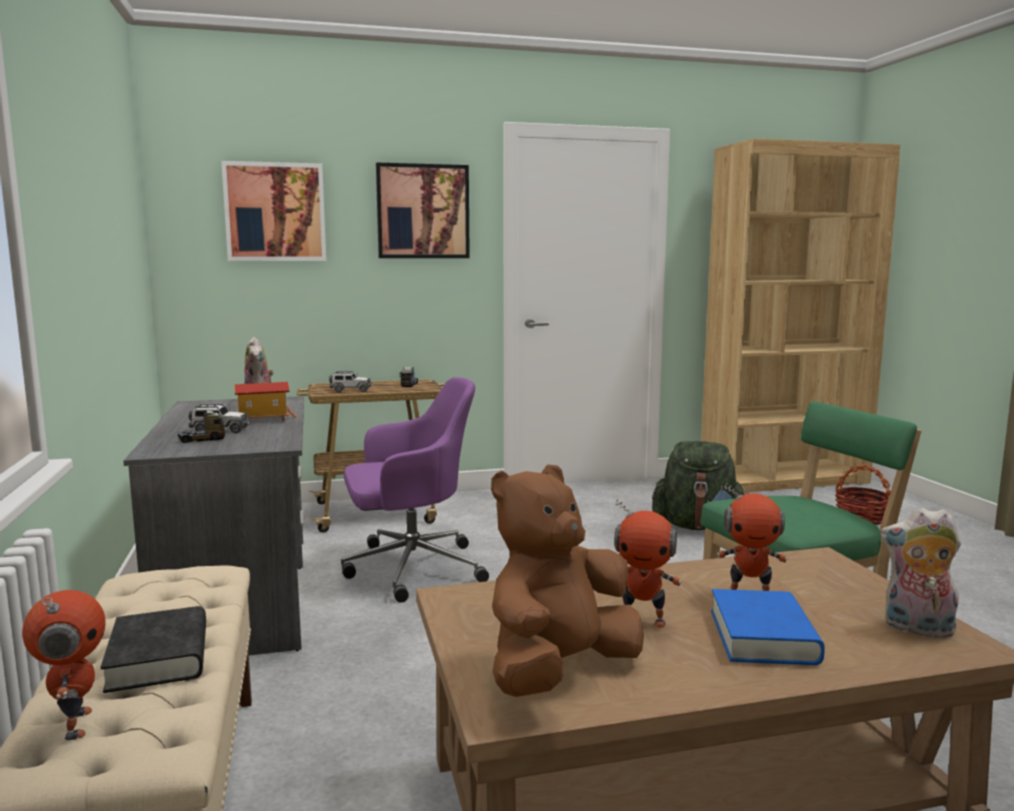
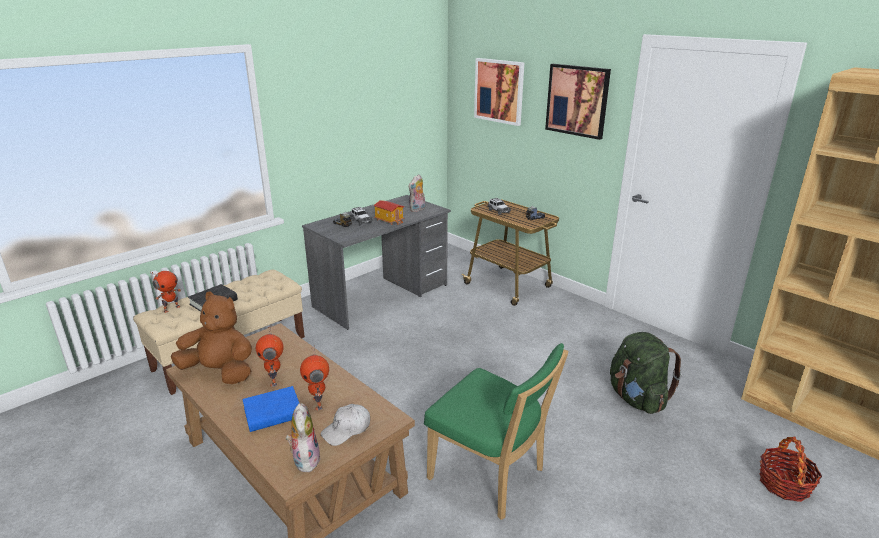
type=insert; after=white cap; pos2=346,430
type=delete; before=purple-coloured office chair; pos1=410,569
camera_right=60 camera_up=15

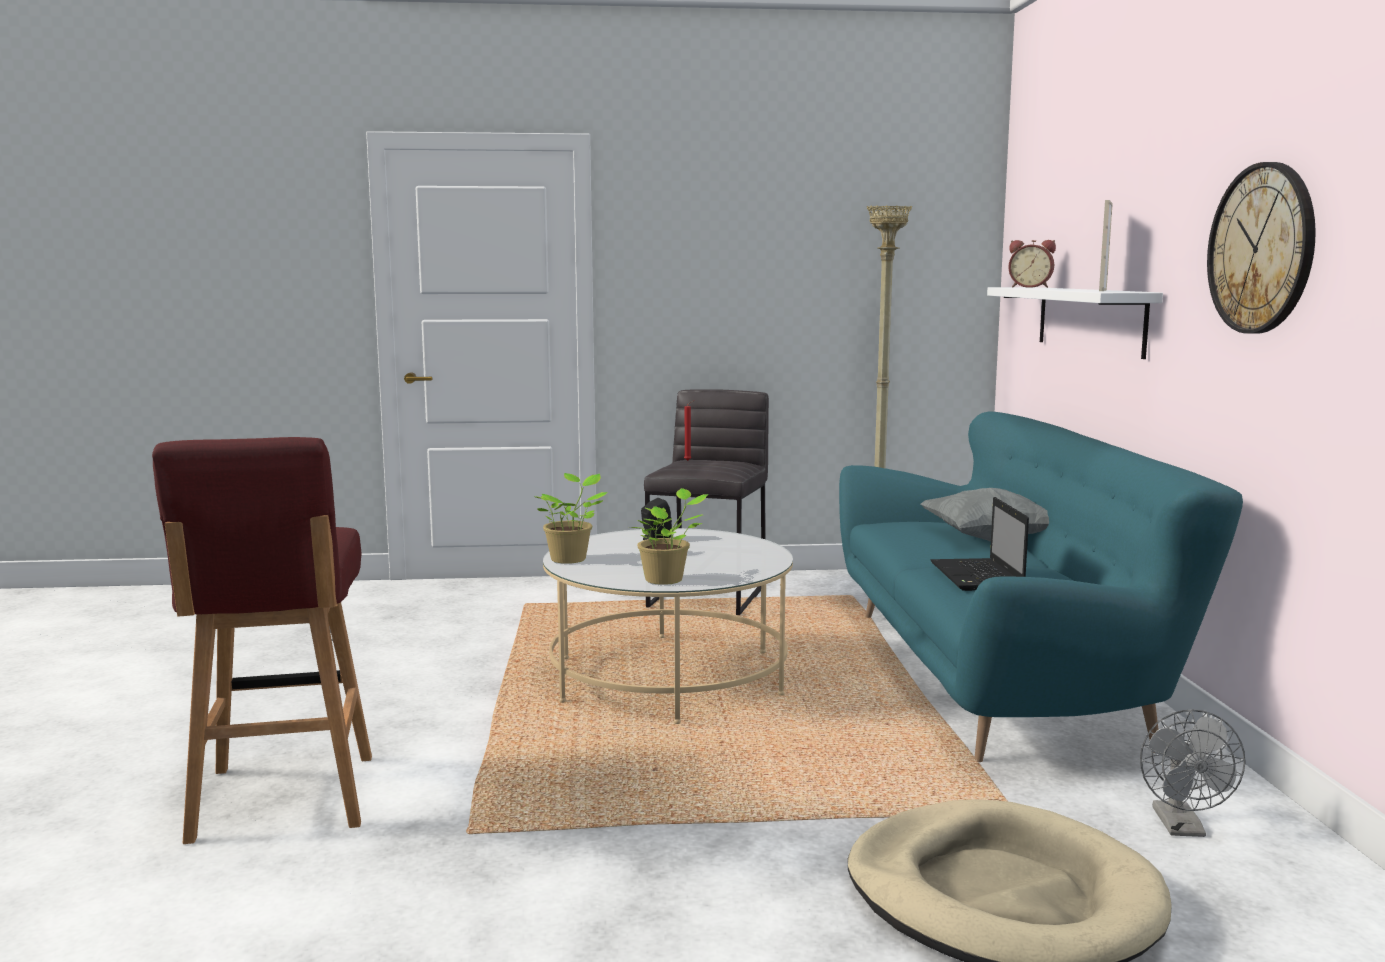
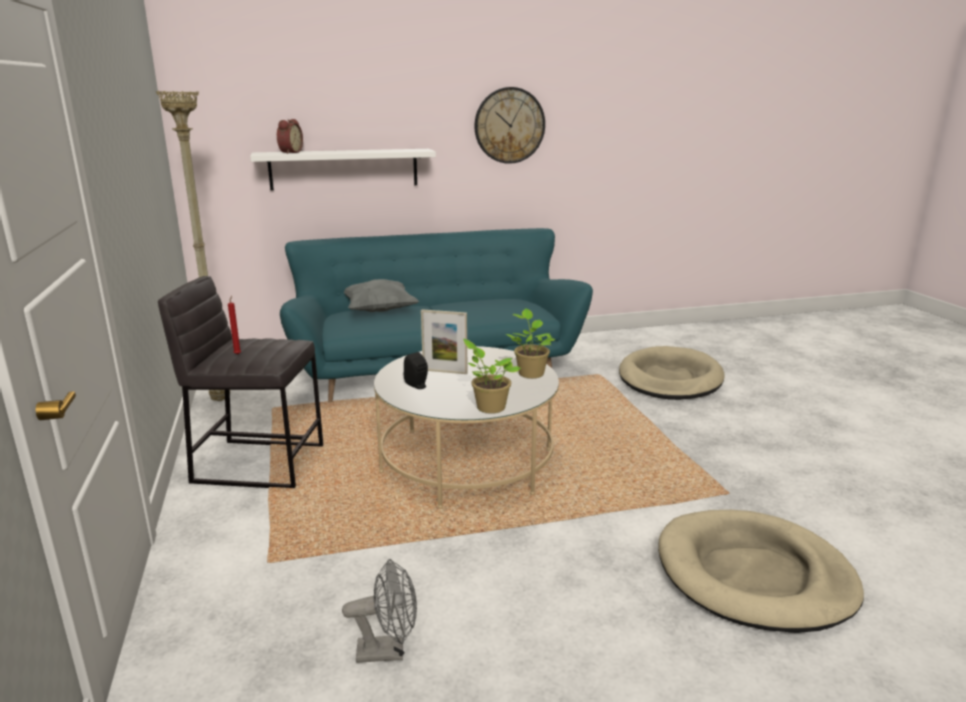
type=move; before=greyish cooling fan; pos1=1182,828; pos2=388,651
type=move; before=standing frame; pos1=1102,290; pos2=445,371
type=replace; before=red-coloured stool; after=beige-coloured pet bed; pos1=283,800; pos2=754,576
type=delete; before=laptop; pos1=978,577
camera_right=-100 camera_up=10

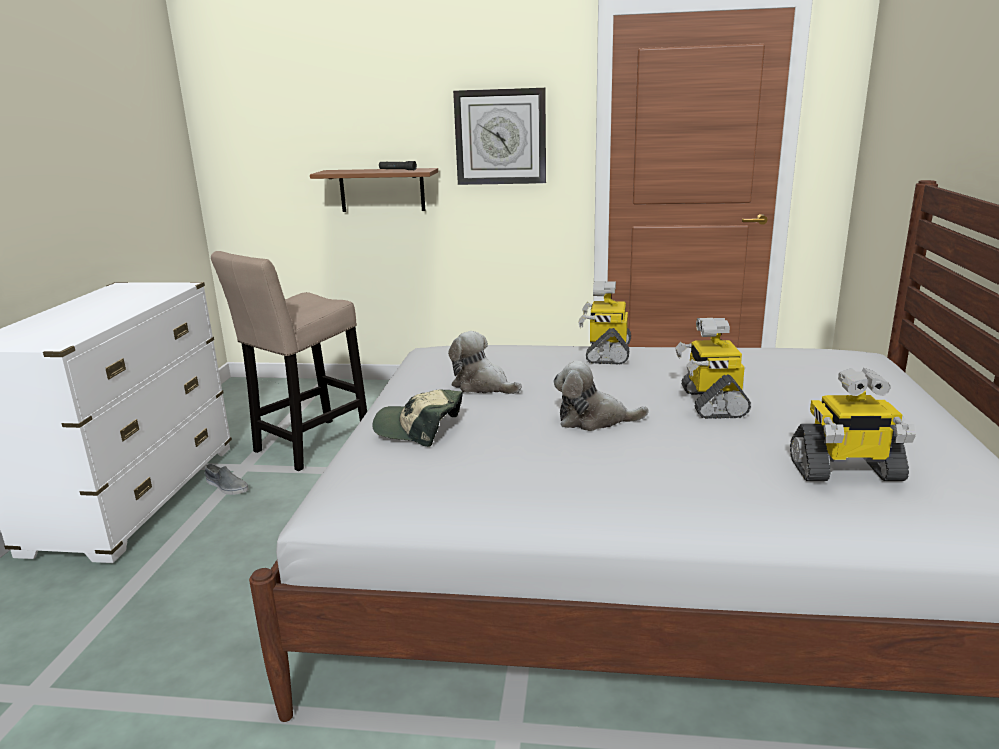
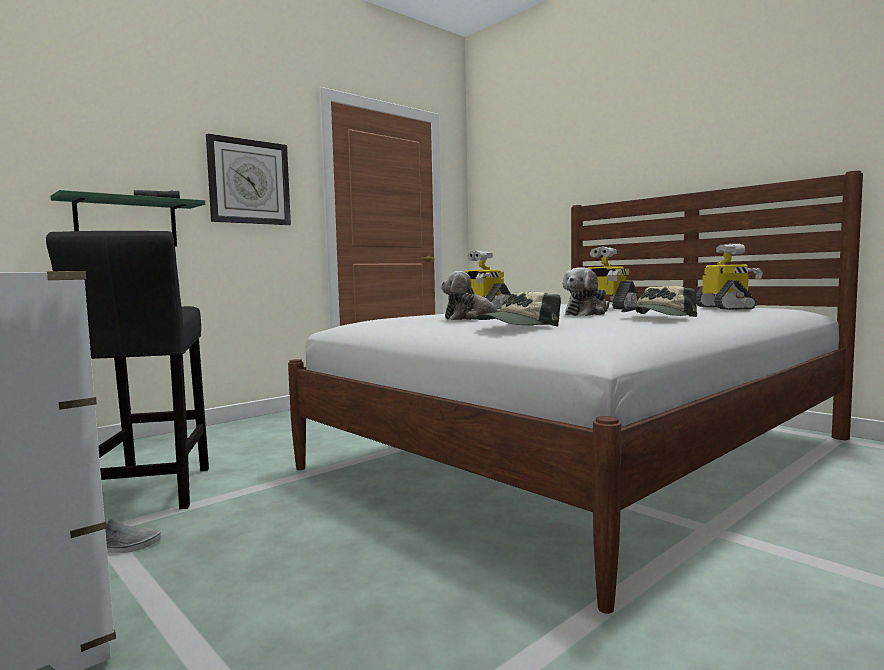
type=recolor; before=beige-coloured stool; after=blackish stool; pos1=307,446; pos2=150,494
type=recolor; before=brownish shelf; after=greenish shelf; pos1=382,190; pos2=127,223
type=insert; after=cap; pos2=657,317
type=rotate; before=robot figure; pos1=845,471; pos2=725,308; turn=-45
camera_right=-50 camera_up=-15

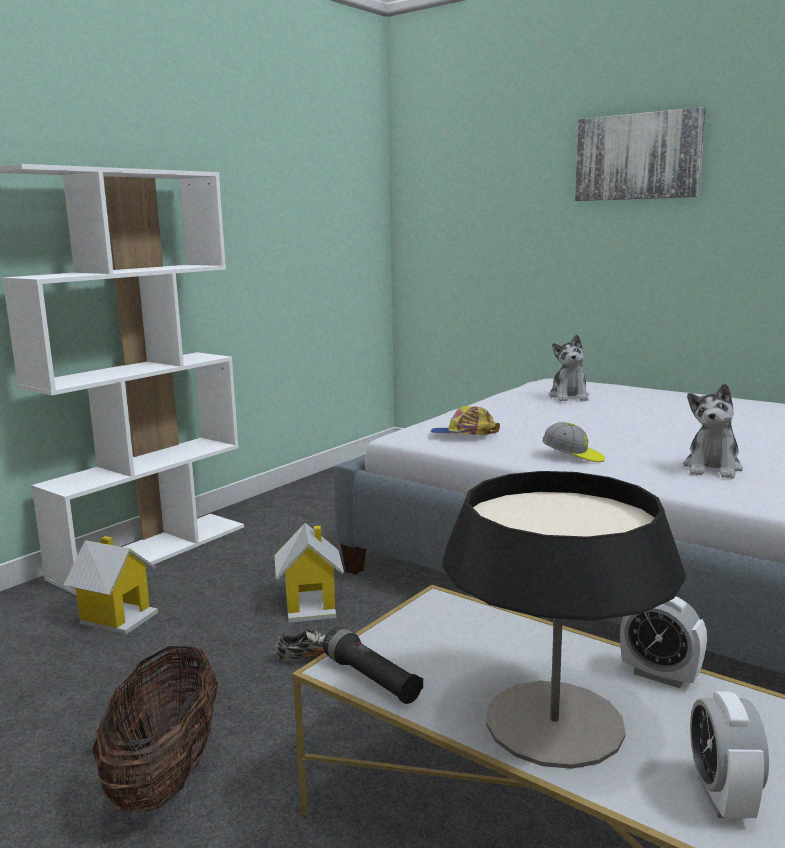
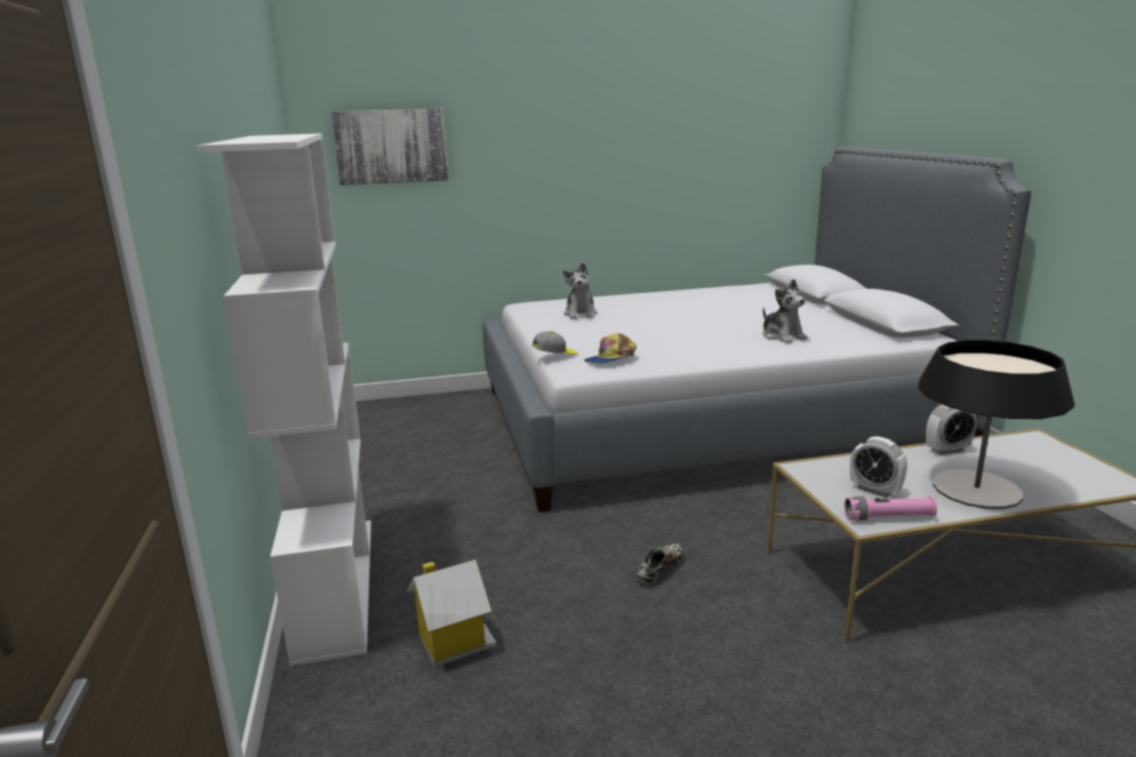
type=move; before=wall picture; pos1=638,157; pos2=391,146
type=move; before=cap; pos1=573,456; pos2=555,355
type=rotate; before=cuddly toy; pos1=569,396; pos2=580,314; turn=45
type=recolor; before=blackish flashlight; after=pink-coloured flashlight; pos1=371,679; pos2=888,518
type=move; before=table clock; pos1=722,797; pos2=875,490
type=delete; before=storage basket; pos1=165,775
type=delete; before=toy house; pos1=311,605
camera_right=-50 camera_up=5

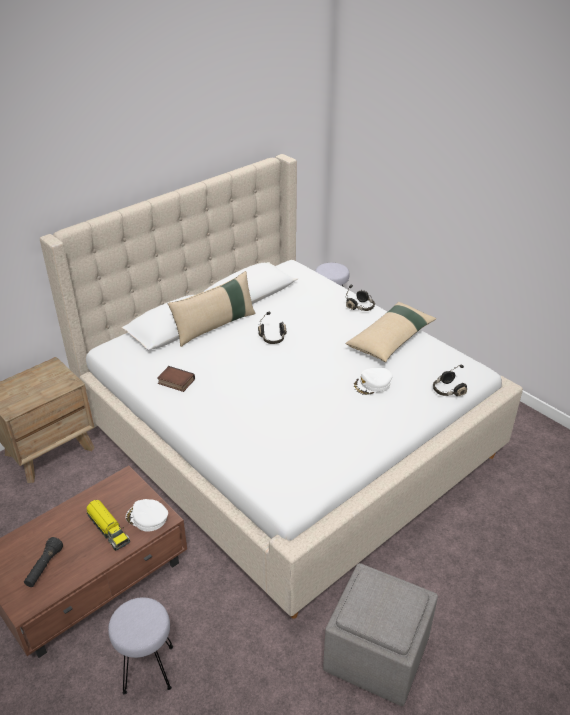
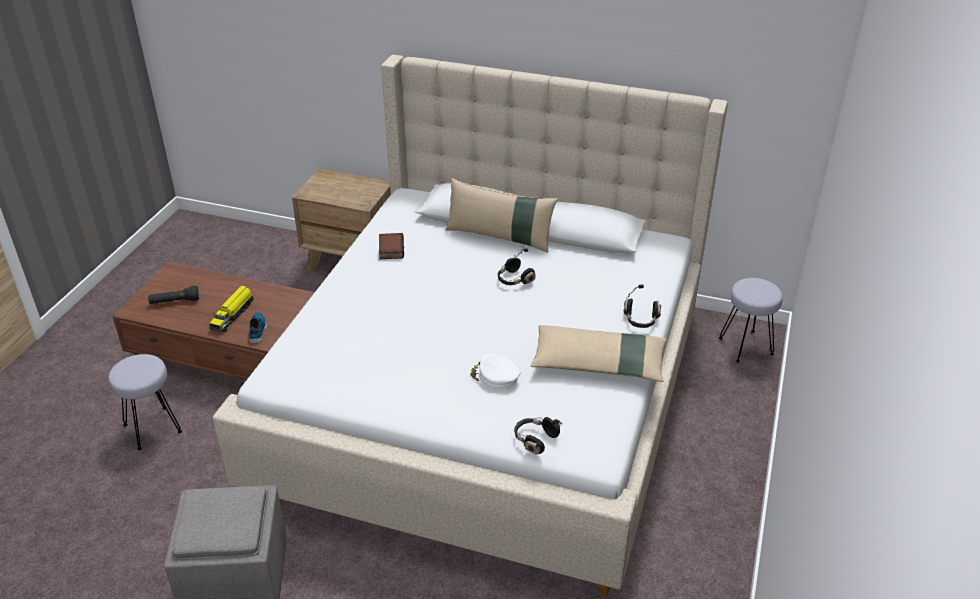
type=replace; before=white cap; after=shoe; pos1=147,518; pos2=258,330
camera_right=60 camera_up=0

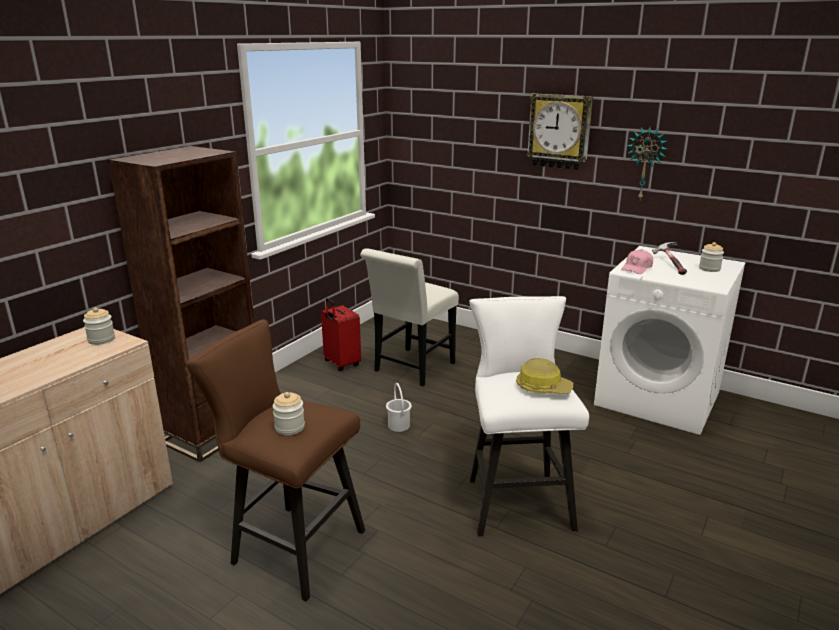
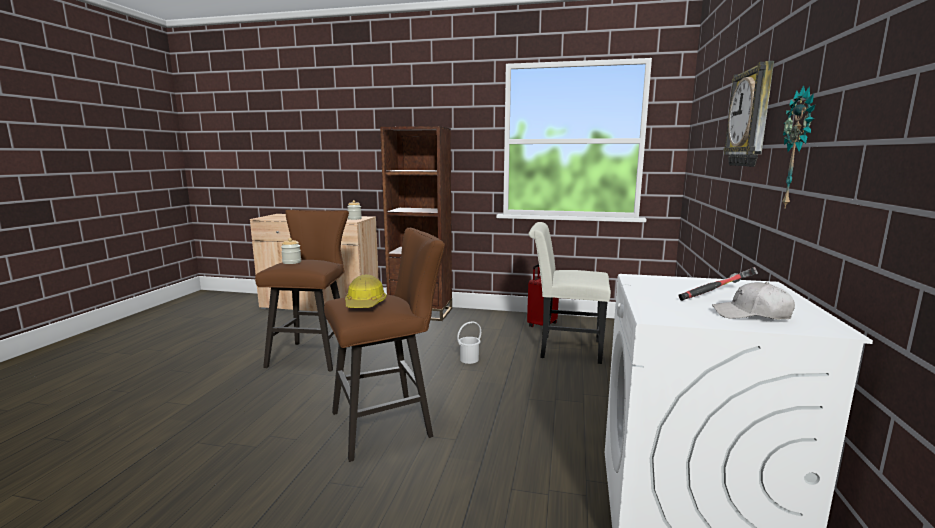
type=recolor; before=white stool; after=brownish stool; pos1=516,499; pos2=389,424
type=replace; before=storage jar; after=white cap; pos1=709,269; pos2=751,314
type=delete; before=pink-coloured cap; pos1=637,268
camera_right=70 camera_up=-10

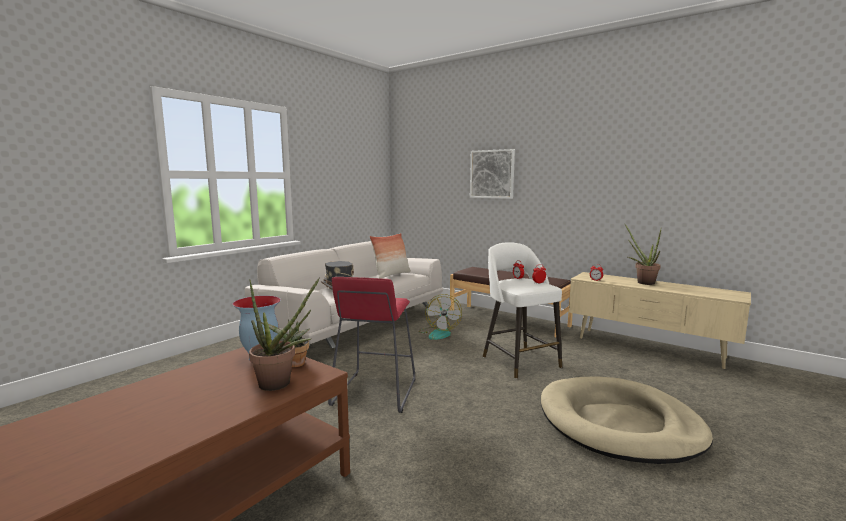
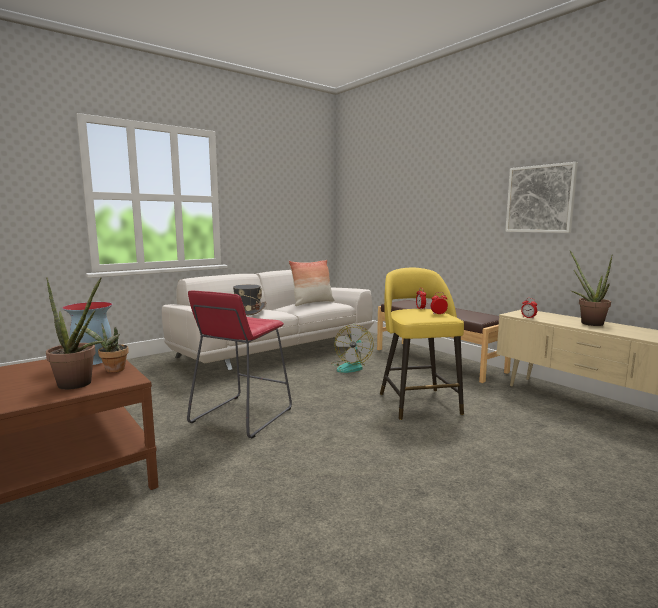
type=recolor; before=white stool; after=yellow-coloured stool; pos1=519,361; pos2=418,402
type=move; before=wall picture; pos1=492,174; pos2=540,199
type=delete; before=beige-coloured pet bed; pos1=619,424
camera_right=15 camera_up=0

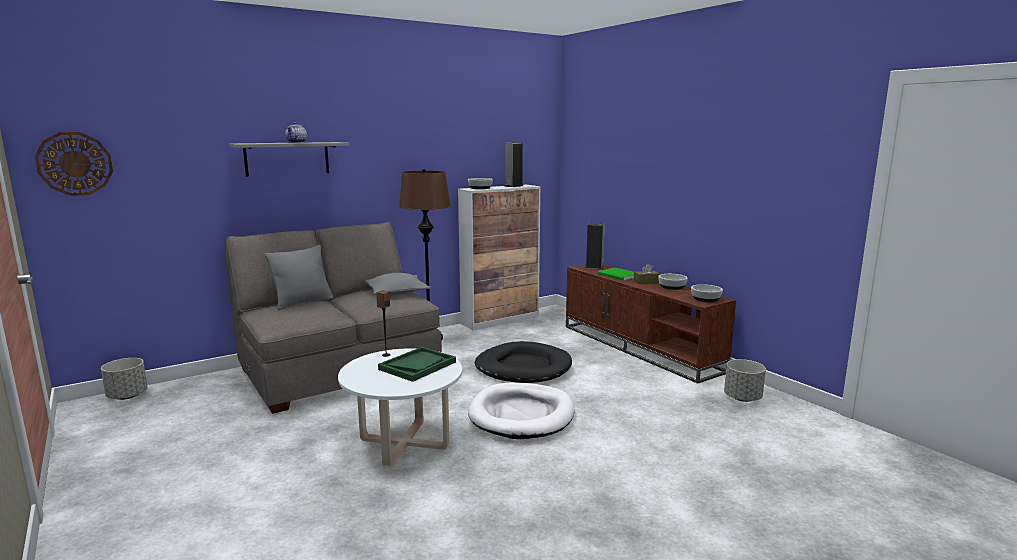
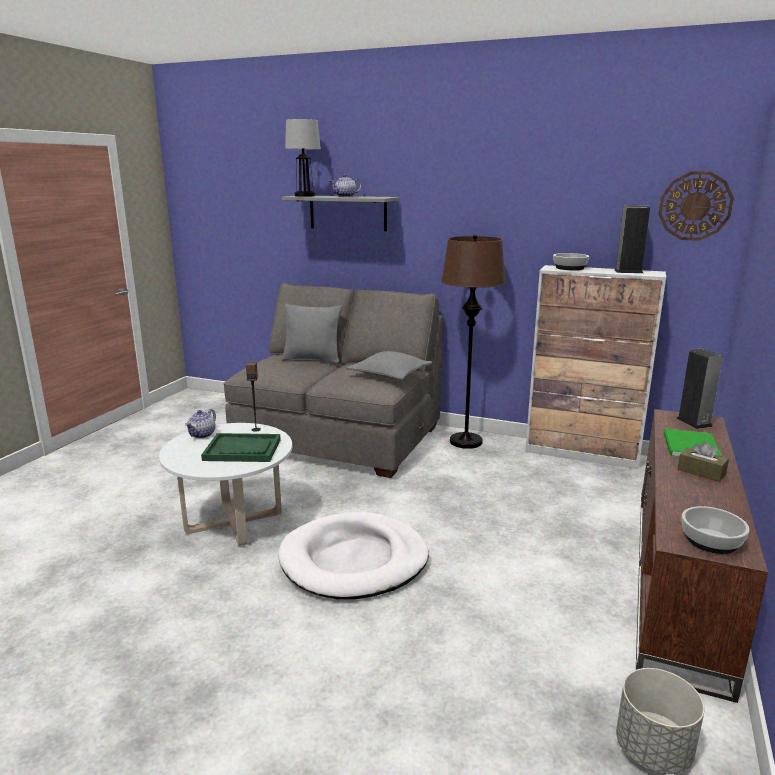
type=insert; after=pot for tea; pos2=202,435
type=insert; after=tabletop lamp; pos2=305,196
type=move; before=clock on the wall; pos1=75,164; pos2=695,206
type=delete; before=greyish planter; pos1=127,396
type=delete; before=blackish pet bed; pos1=523,367
type=delete; before=serving bowl; pos1=672,286
camera_right=55 camera_up=5

